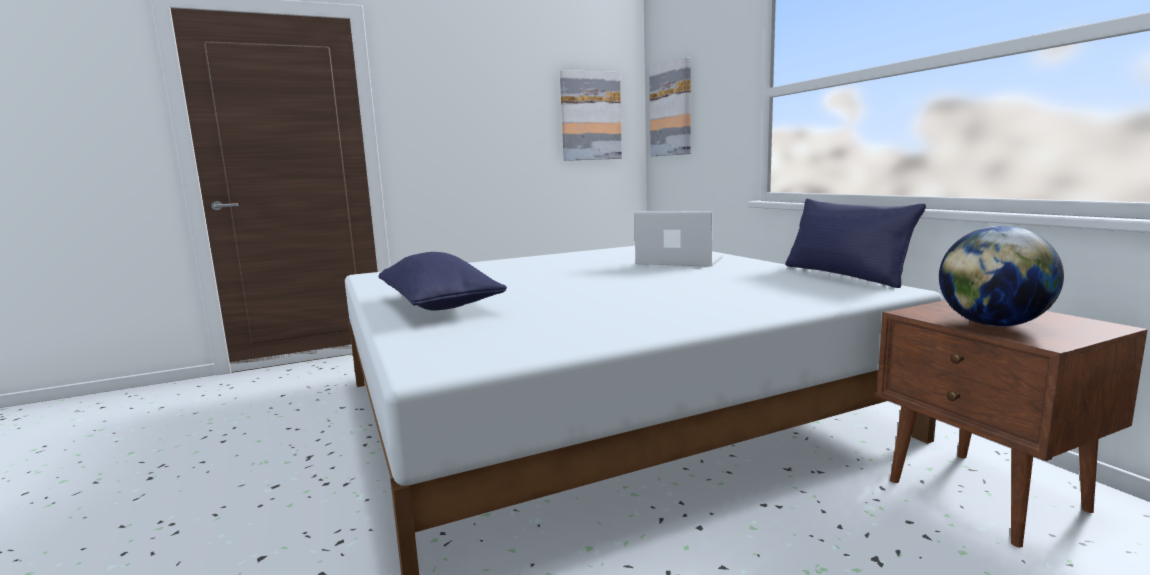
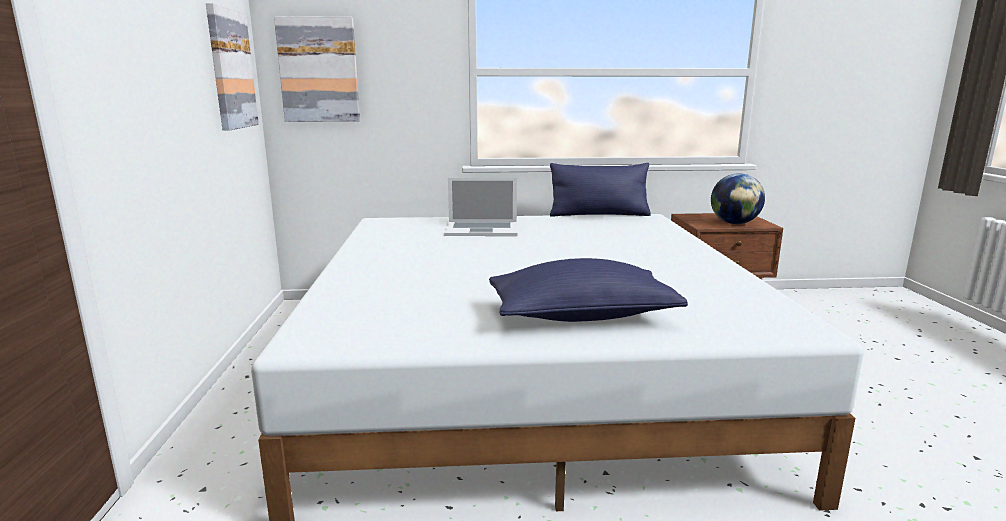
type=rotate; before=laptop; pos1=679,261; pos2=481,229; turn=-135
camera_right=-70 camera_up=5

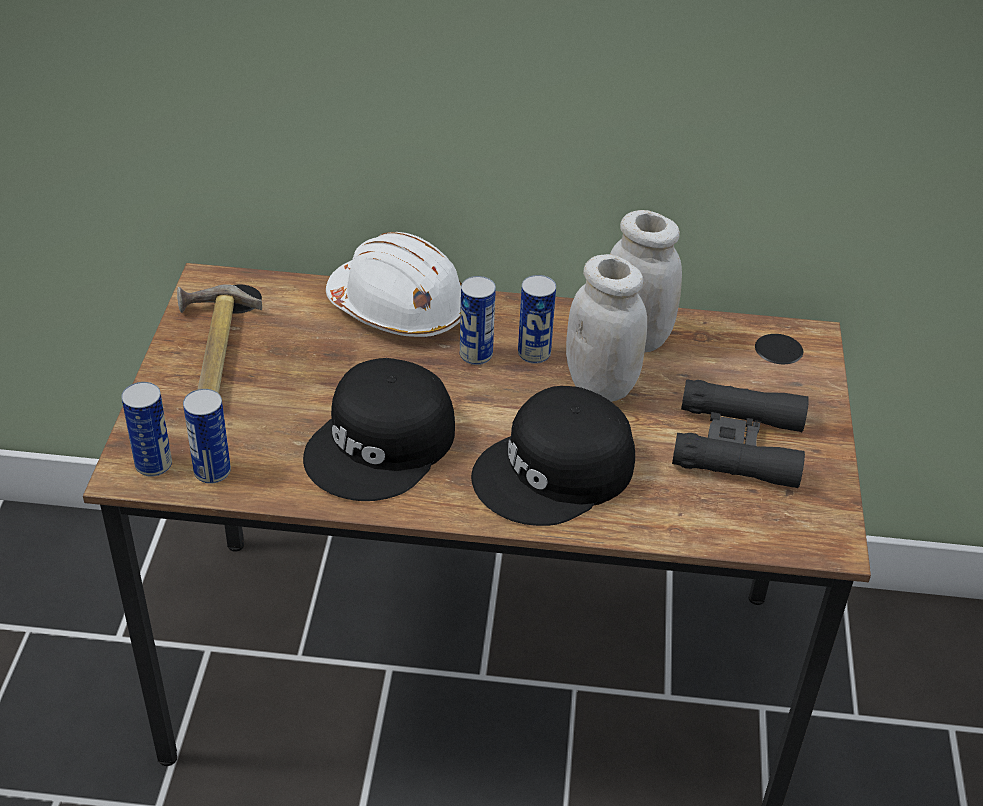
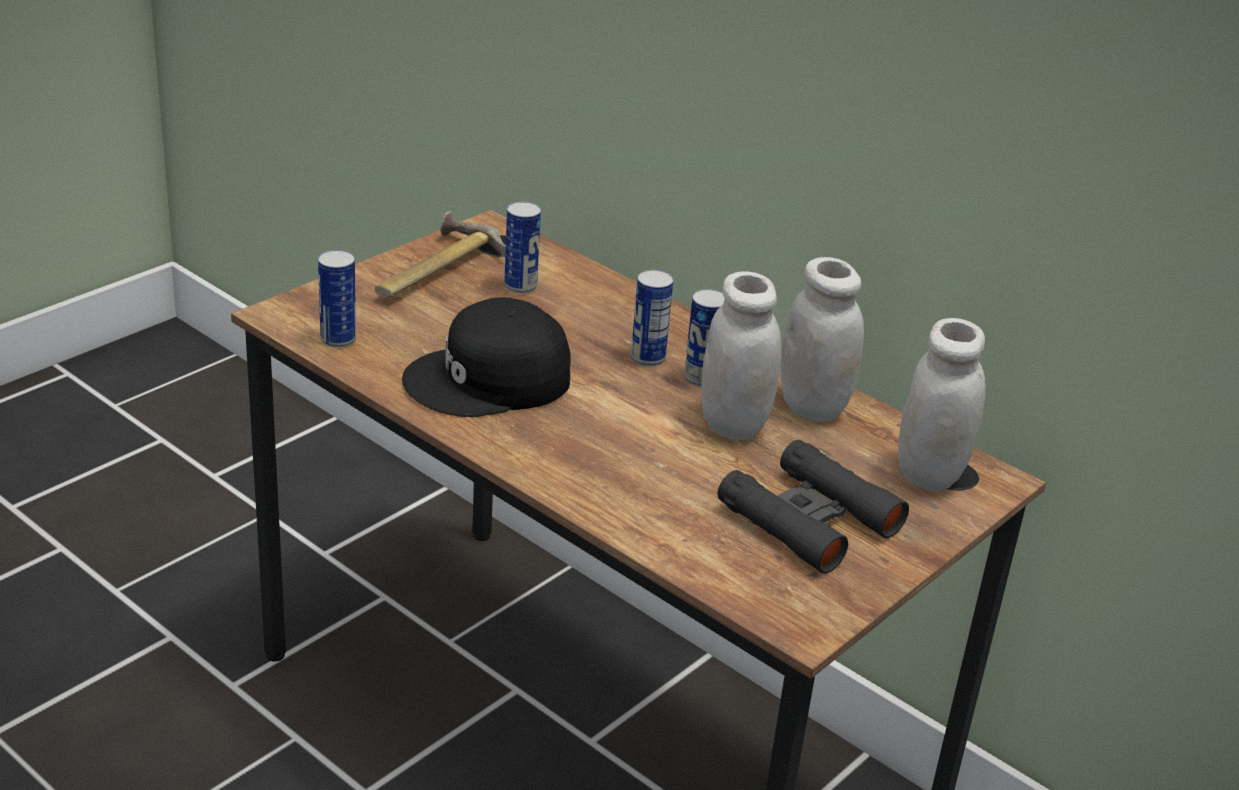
type=move; before=metal can; pos1=153,464; pos2=520,286
type=insert; after=white storage jar; pos2=929,474
type=delete; before=white work helmet; pos1=399,309
type=delete; before=blackish cap; pos1=556,472
camera_right=35 camera_up=-10

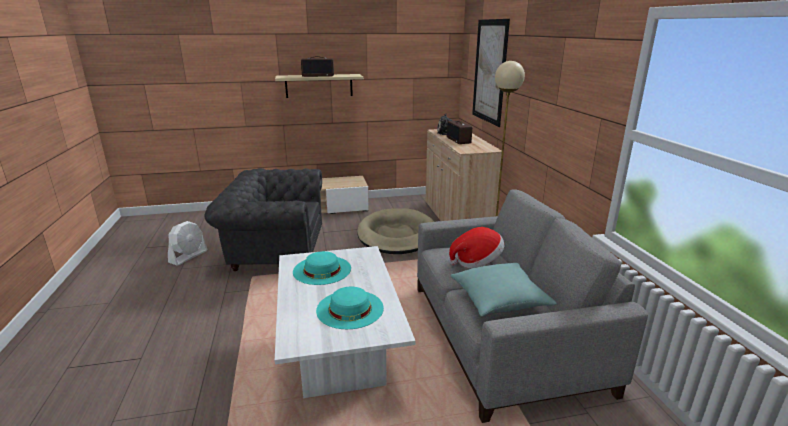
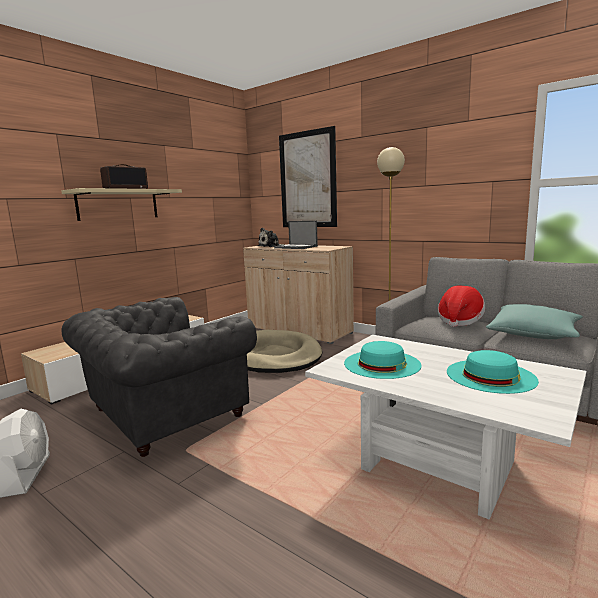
type=replace; before=radio; after=laptop; pos1=459,140; pos2=296,247
camera_right=-40 camera_up=-10

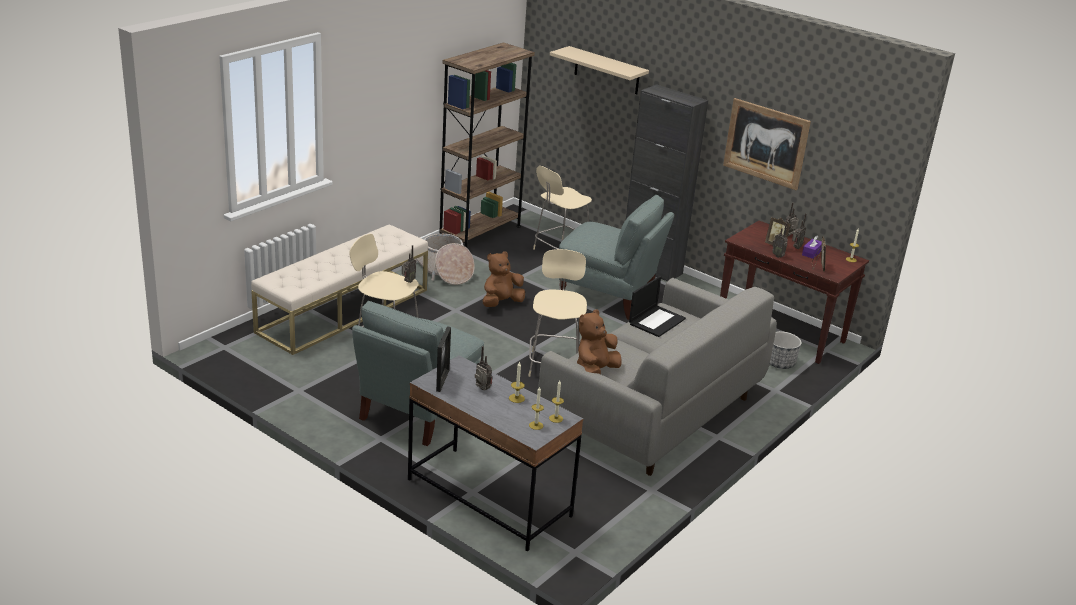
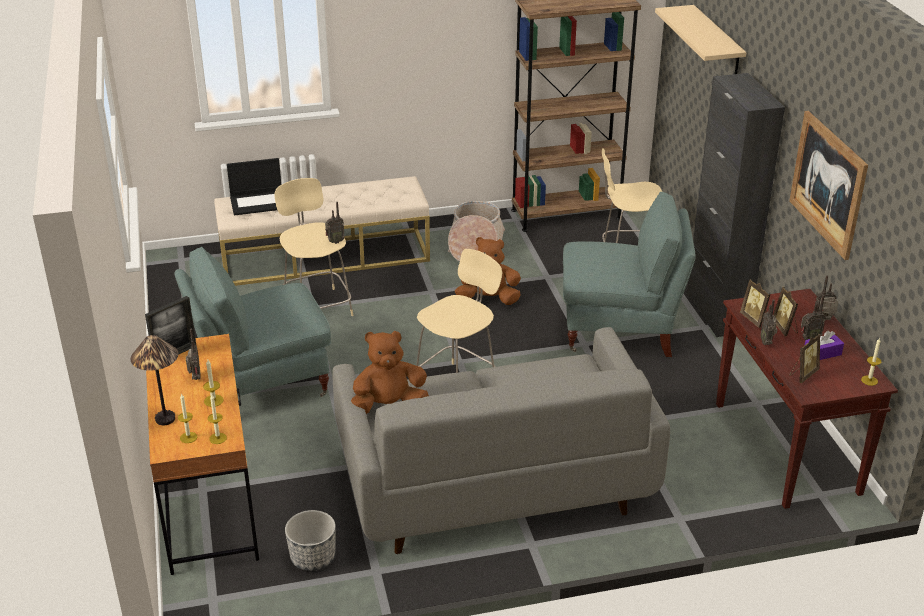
type=insert; after=tabletop lamp; pos2=165,419
type=recolor; before=greyish desk; after=brownish desk; pos1=489,498; pos2=209,502
type=move; before=laptop; pos1=656,321; pos2=259,202
type=move; before=planter; pos1=780,363; pos2=312,558
type=rotate; before=greyish easy chair; pos1=608,296; pos2=619,330; turn=-60
type=insert; after=standing frame; pos2=755,319
camera_right=40 camera_up=5

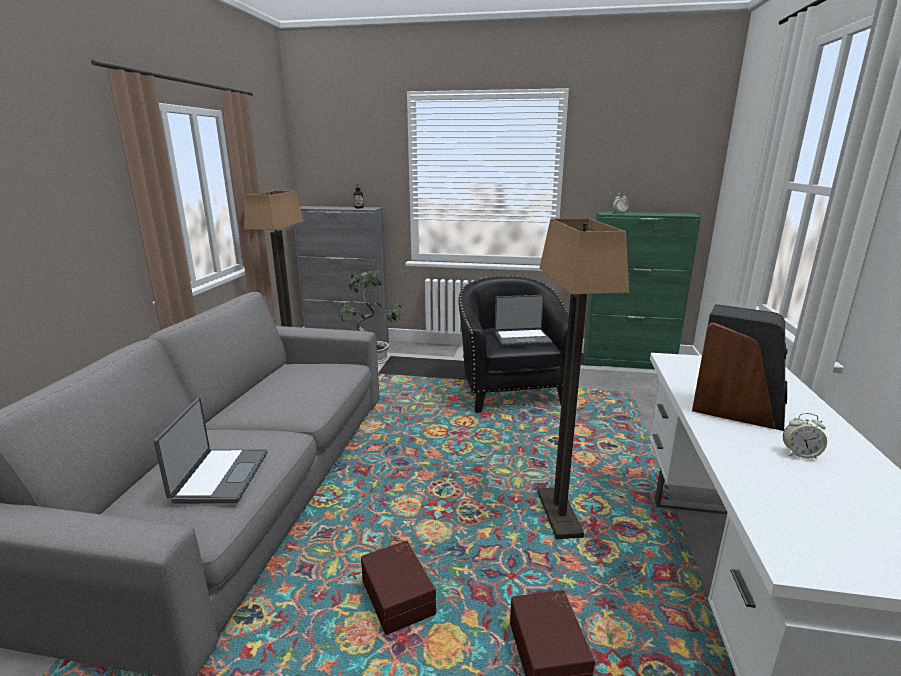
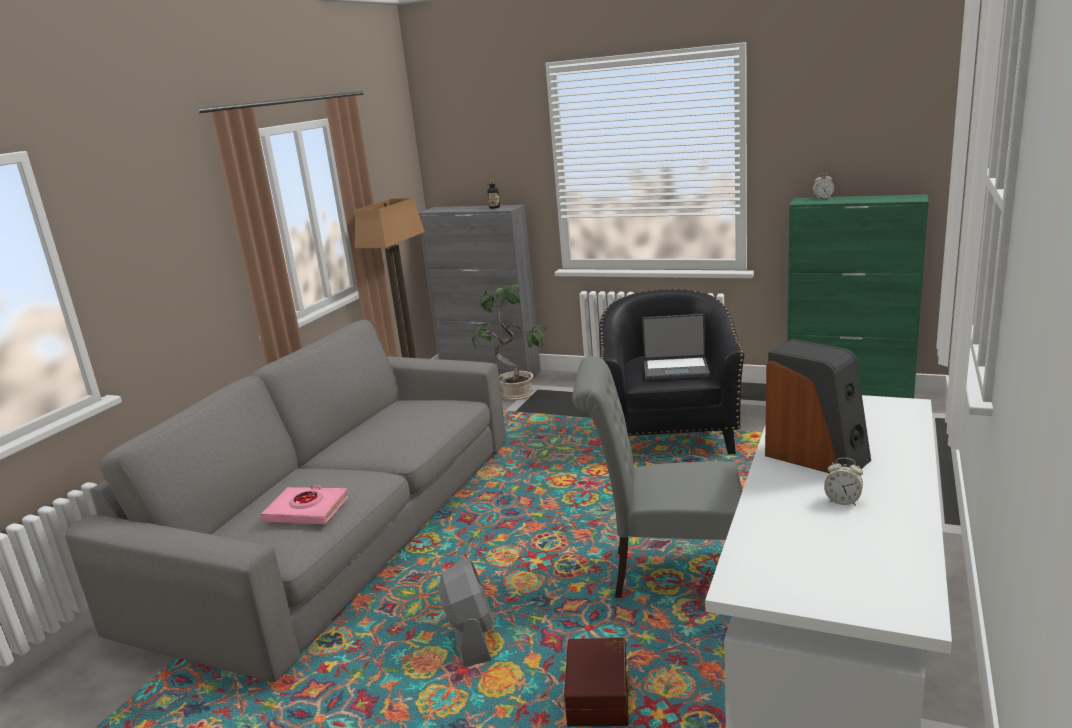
type=replace; before=laptop; after=pink-coloured volume; pos1=219,477; pos2=307,510
type=replace; before=brownish storage container; after=greyish cooling fan; pos1=400,597; pos2=471,637
type=replace; before=standard lamp; after=greyish plain chair; pos1=558,514; pos2=667,574
camera_right=15 camera_up=0

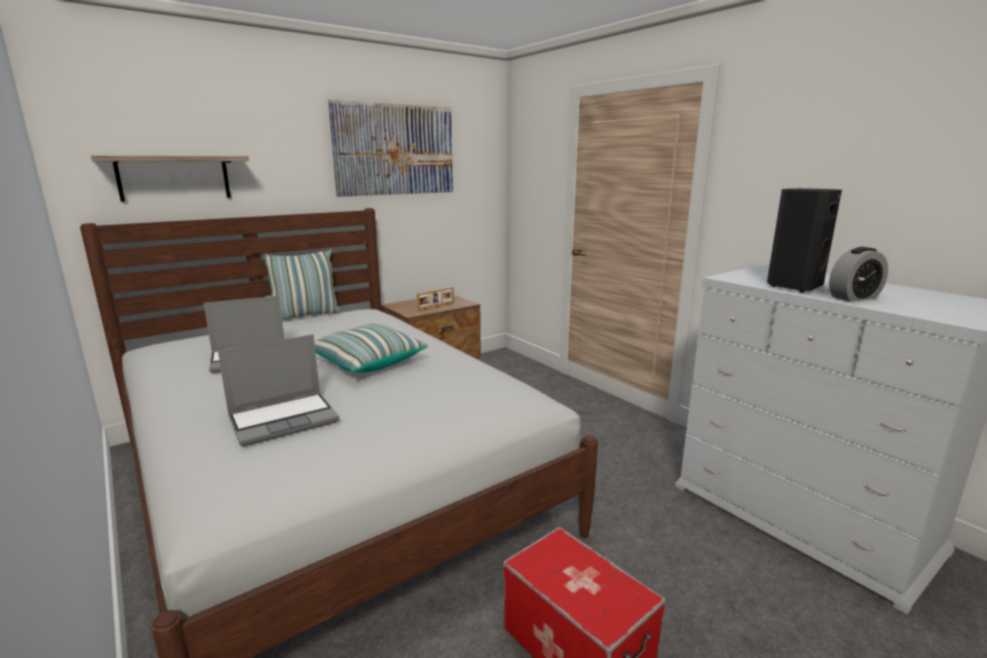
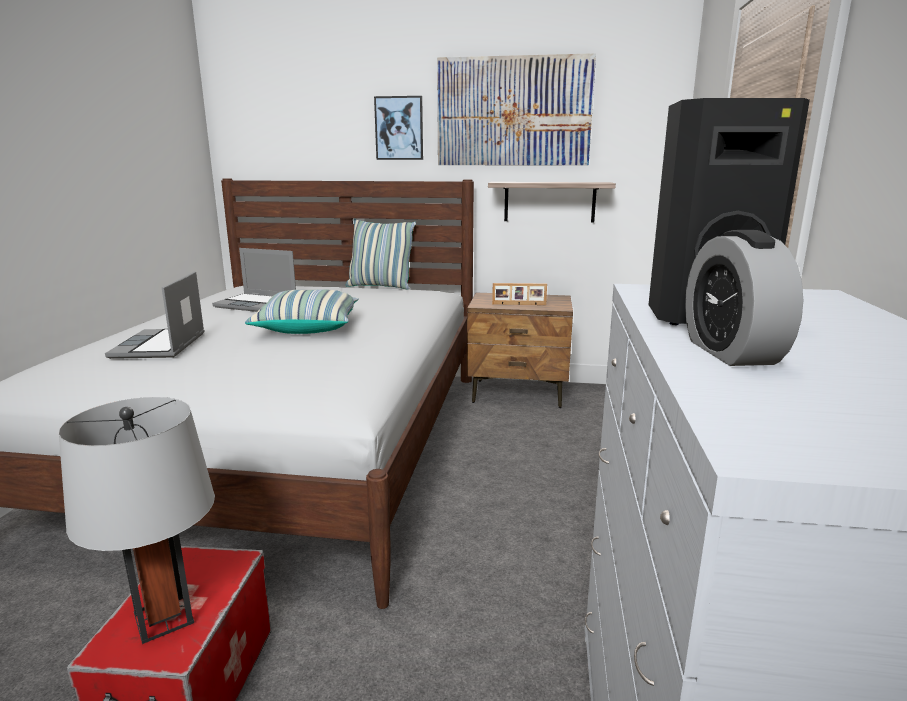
type=insert; after=greyish tabletop lamp; pos2=163,618
type=rotate; before=laptop; pos1=285,419; pos2=160,346; turn=75
type=insert; after=wall picture; pos2=399,128
type=move; before=shelf; pos1=174,178; pos2=549,202
type=rotate; before=table clock; pos1=854,297; pos2=730,352; turn=60
camera_right=45 camera_up=0

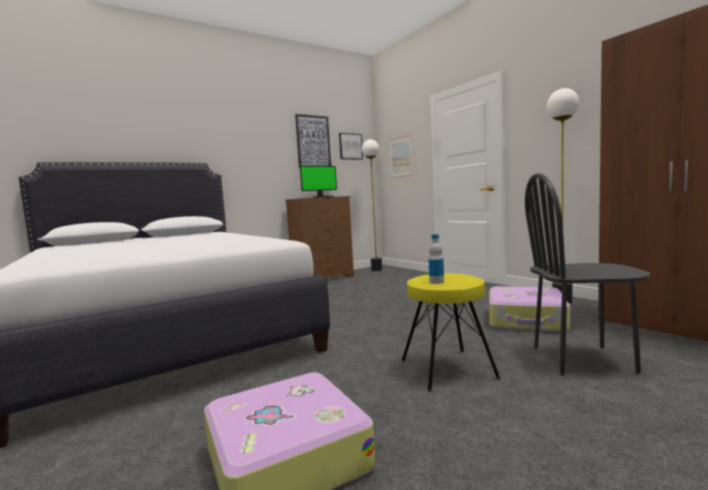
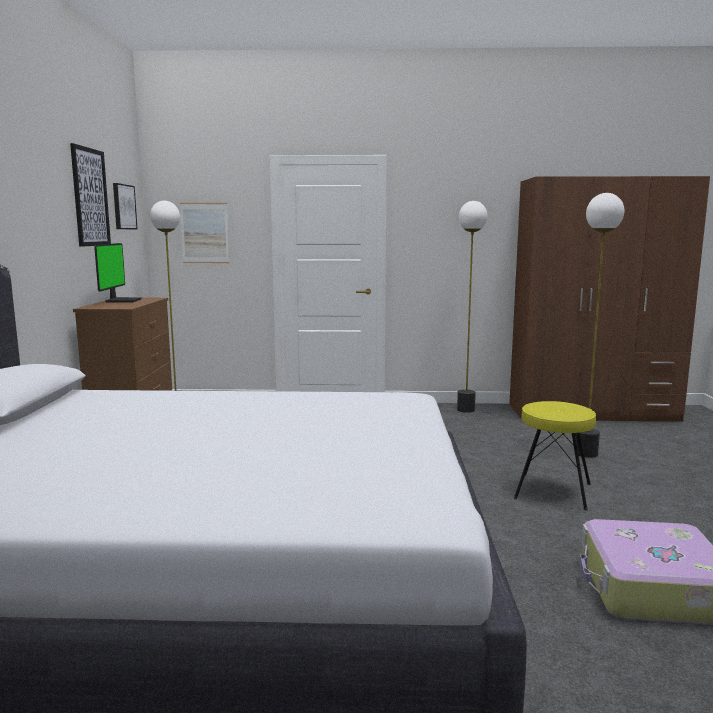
type=replace; before=blackish plain chair; after=standard lamp; pos1=582,359; pos2=585,453
type=delete; before=drink bottle; pos1=436,282
type=delete; before=travel case; pos1=526,320
camera_right=-55 camera_up=5

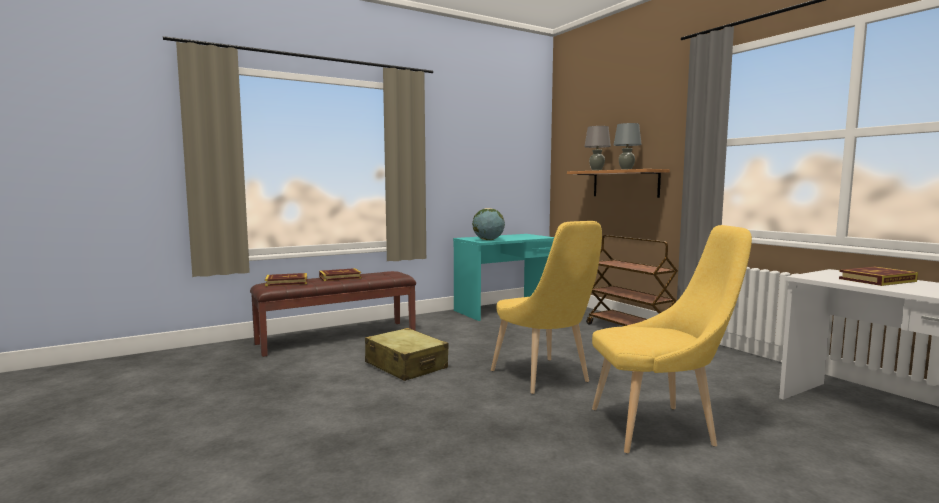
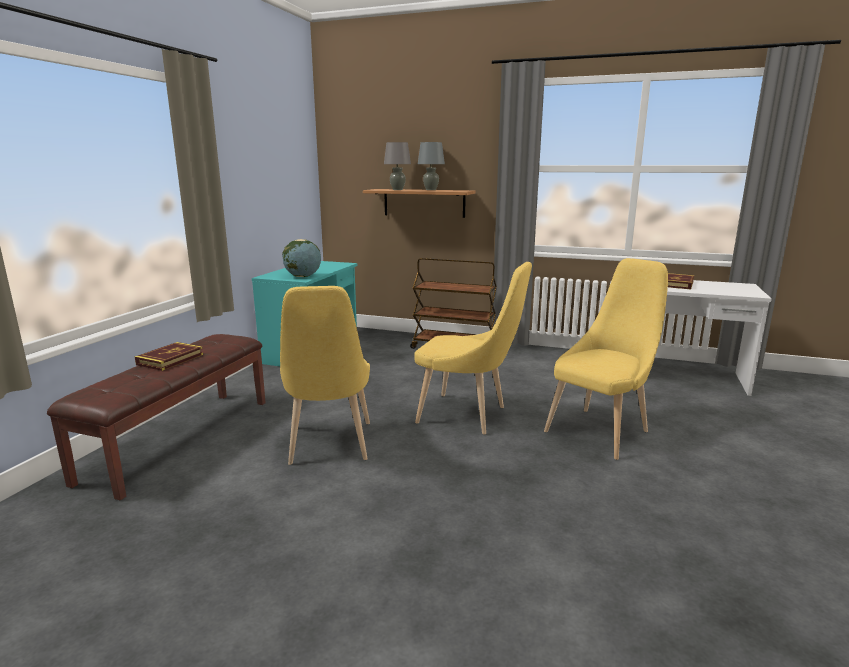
type=replace; before=beige-coloured travel case; after=yellow-coloured plain chair; pos1=406,366; pos2=329,447
type=delete; before=volume; pos1=286,282
camera_right=-40 camera_up=10

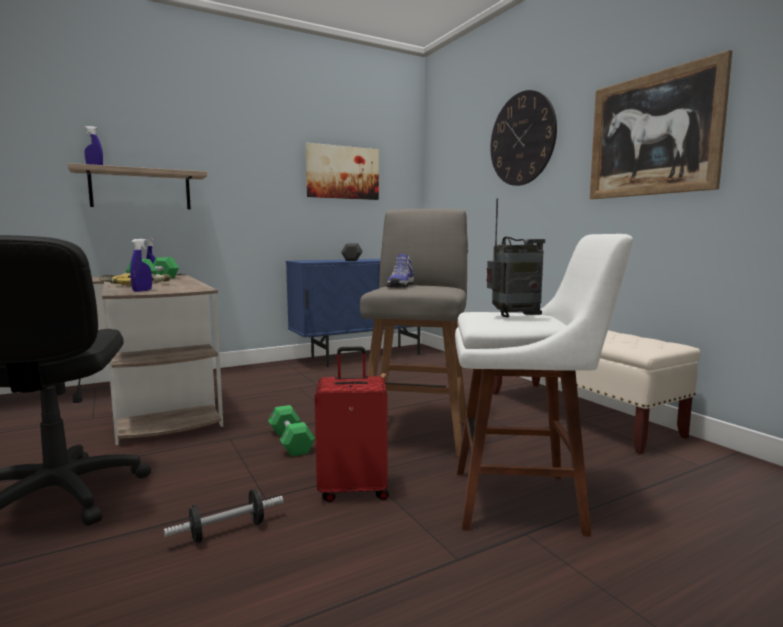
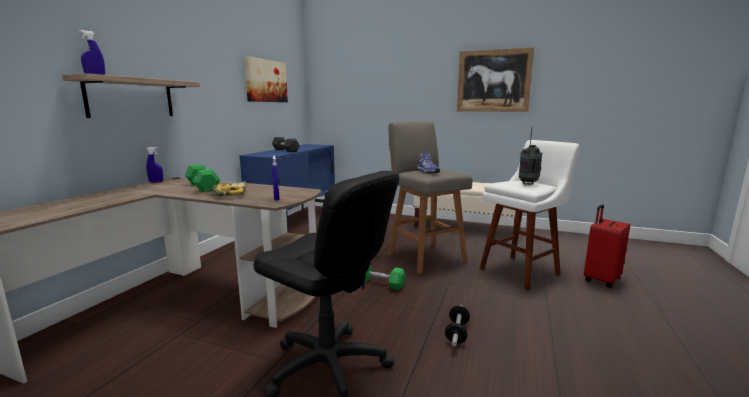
type=move; before=red-coloured travel case; pos1=353,489; pos2=600,280
type=delete; before=clock on the wall; pos1=522,139
camera_right=-40 camera_up=5

